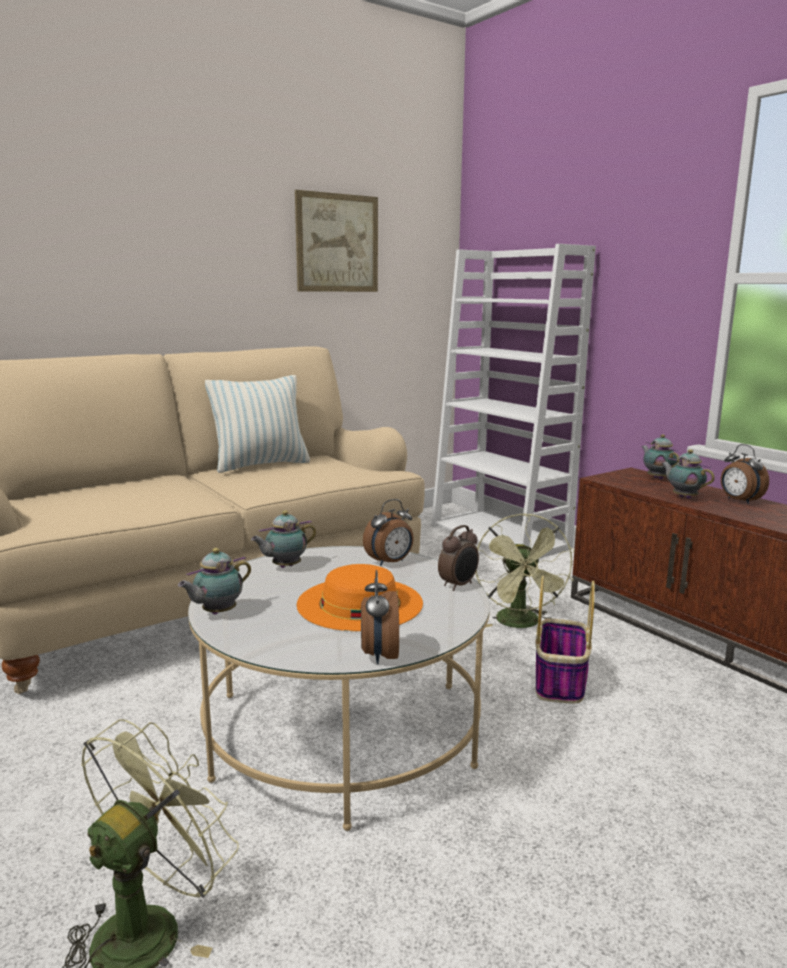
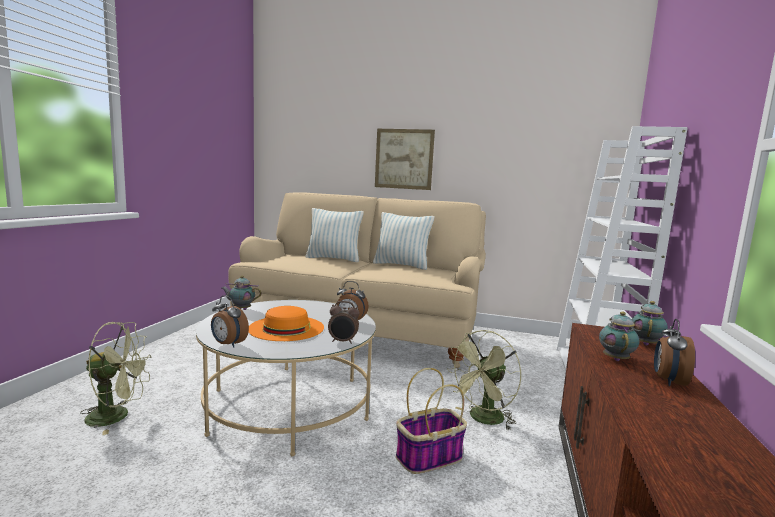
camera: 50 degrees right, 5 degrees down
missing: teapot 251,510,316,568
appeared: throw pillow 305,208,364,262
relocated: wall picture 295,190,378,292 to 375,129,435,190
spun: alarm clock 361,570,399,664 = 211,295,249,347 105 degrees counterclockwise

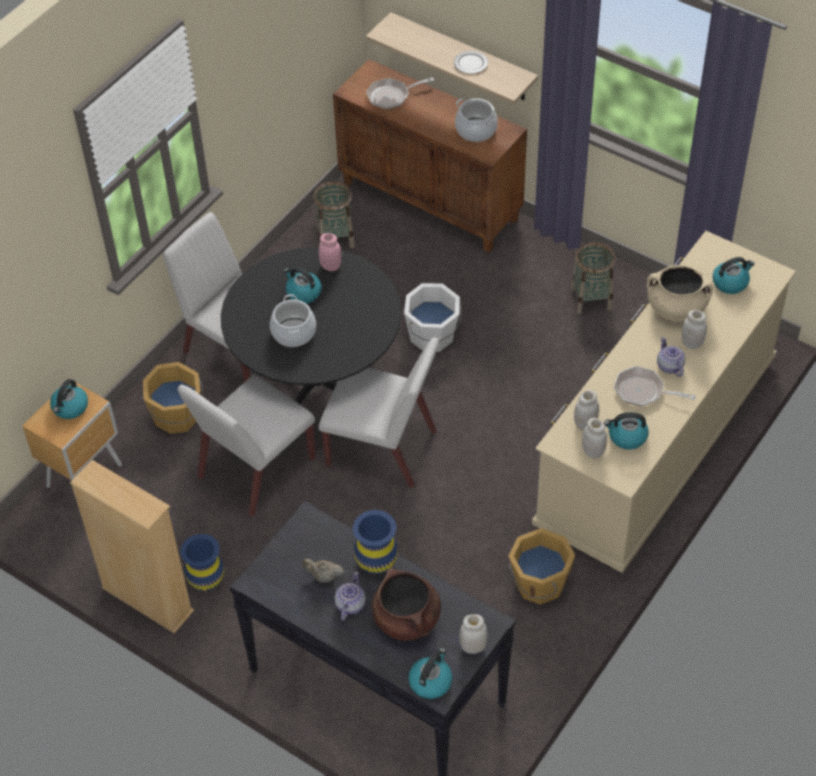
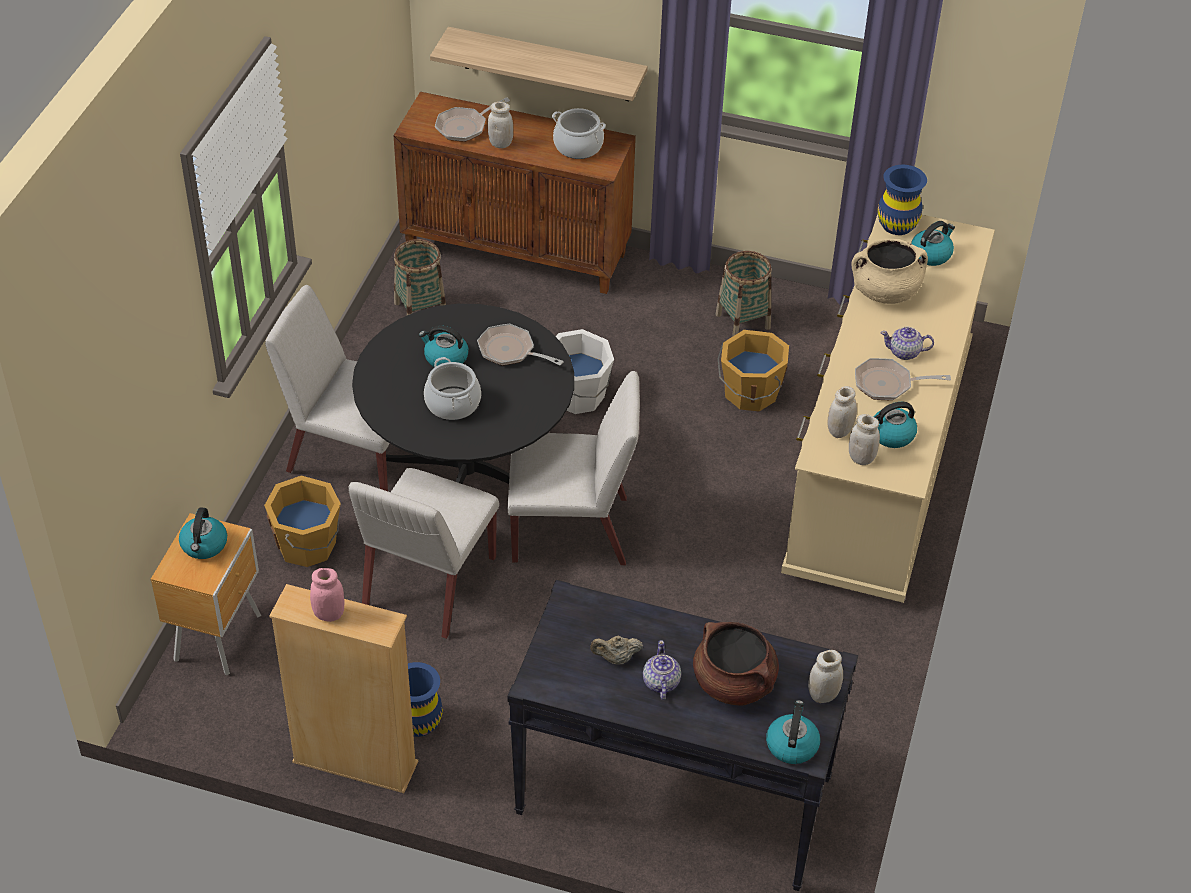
camera: 20 degrees left, 5 degrees down
missing: dinner plate 454,51,488,74
appeared: skillet 477,323,564,366
relocated: storage jar (pink) 319,233,341,271 to 310,568,344,622; flower vase (blue) 353,510,398,574 to 878,165,927,235; bucket (orangey) 508,528,575,605 to 718,330,789,411; storage jar (white) 682,310,707,349 to 488,102,513,148
spun: teapot 657,337,685,377 = 880,327,934,360 45 degrees counterclockwise

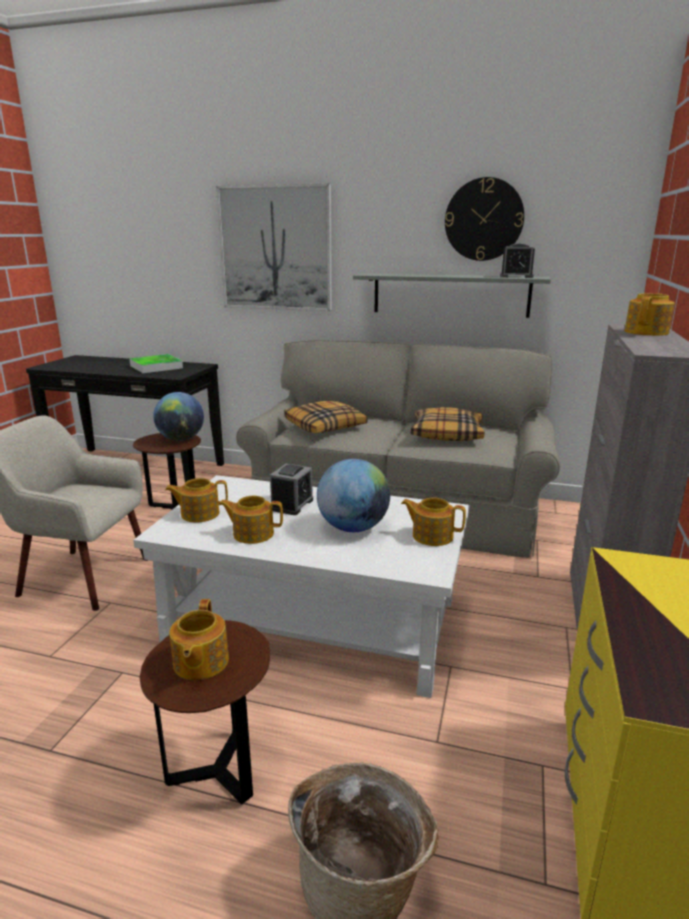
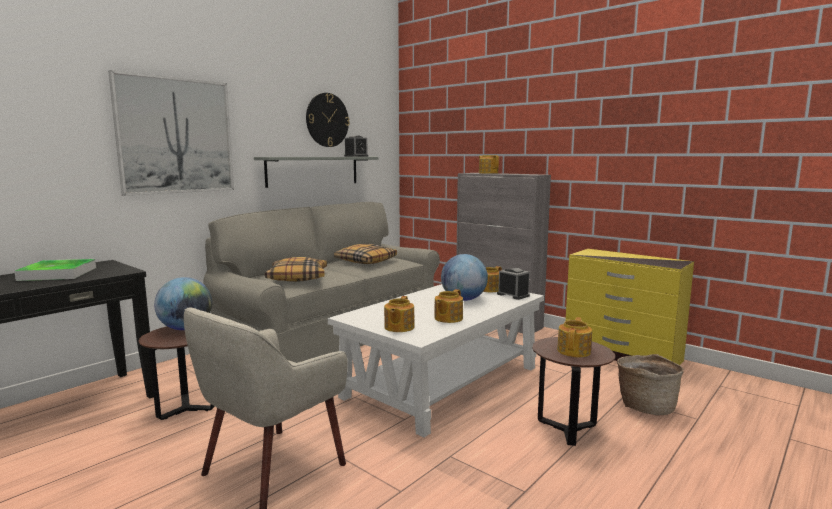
camera: 65 degrees left, 10 degrees down
relocated: alarm clock 270,464,313,515 to 497,268,530,300
spun: teapot 169,599,229,680 = 557,317,592,357 90 degrees counterclockwise

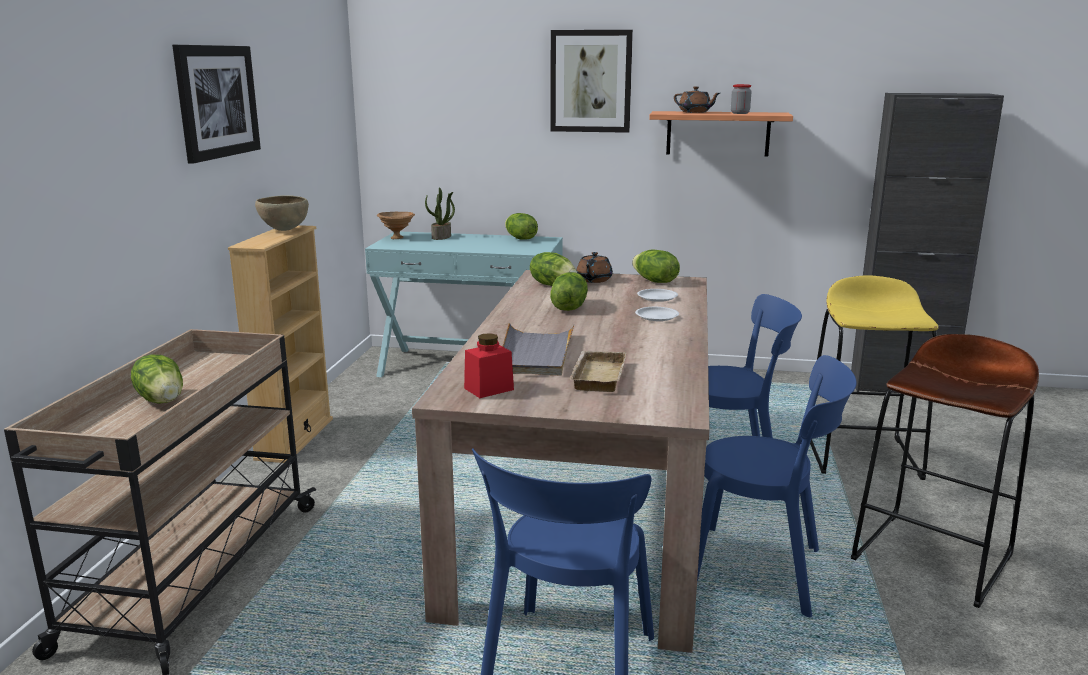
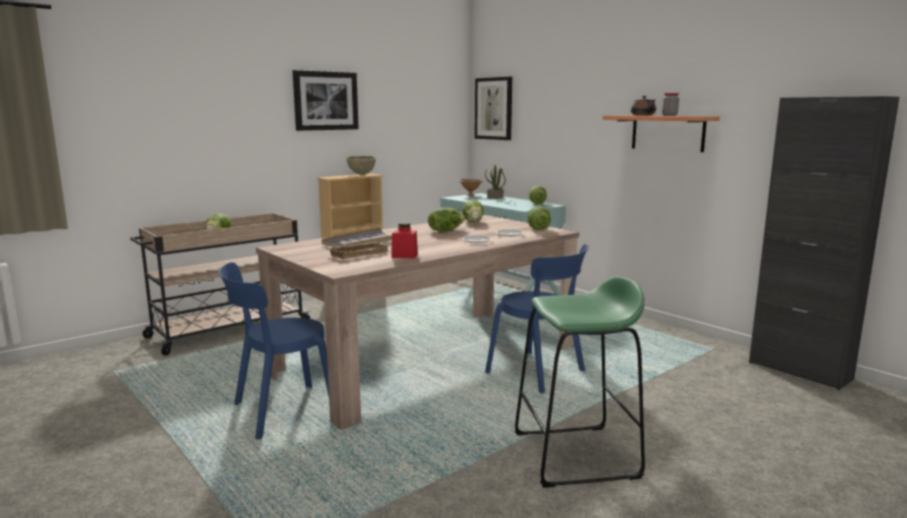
camera: 40 degrees right, 5 degrees down
missing: teapot (brown) 577,252,613,283; upright chair (blue) 697,355,857,617; stool seat (yellowish) 810,275,939,480
relocated: storage jar (reddish) 464,333,514,398 to 391,222,418,258; wall picture 550,30,633,133 to 475,77,512,140
colour: stool seat (brown) 851,334,1039,608 to stool seat (greenish) 515,277,645,488

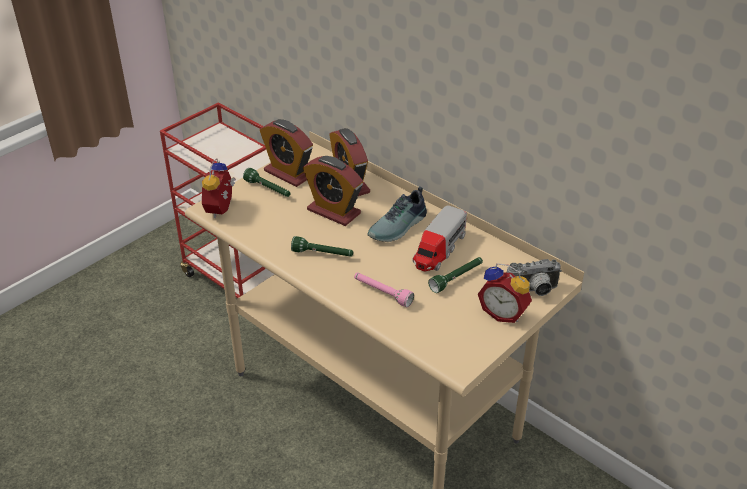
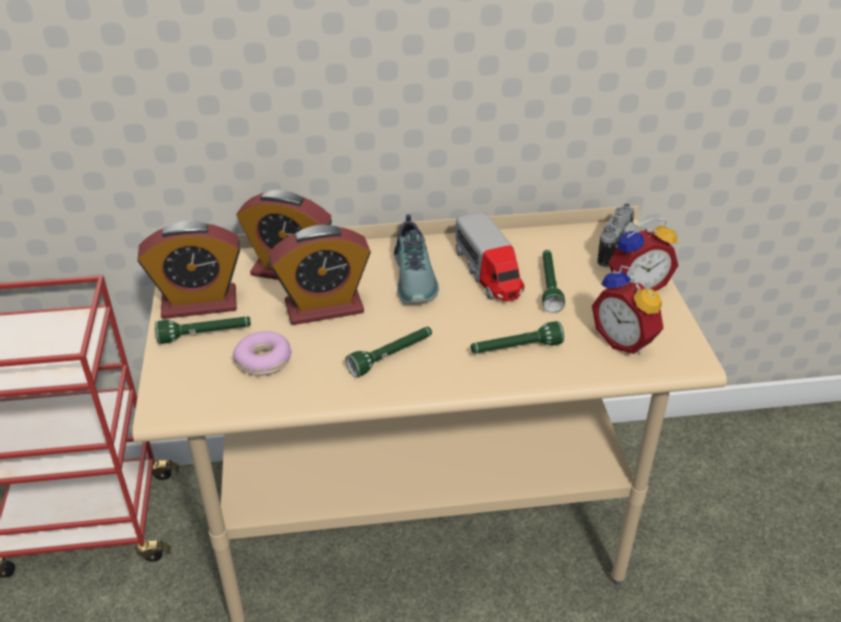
camera: 50 degrees left, 0 degrees up
appeared: doughnut 233,331,291,376
relocated: alarm clock 202,158,236,218 to 592,265,664,355
colour: hand torch (pink) 354,273,414,307 to hand torch (greenish) 471,321,564,353

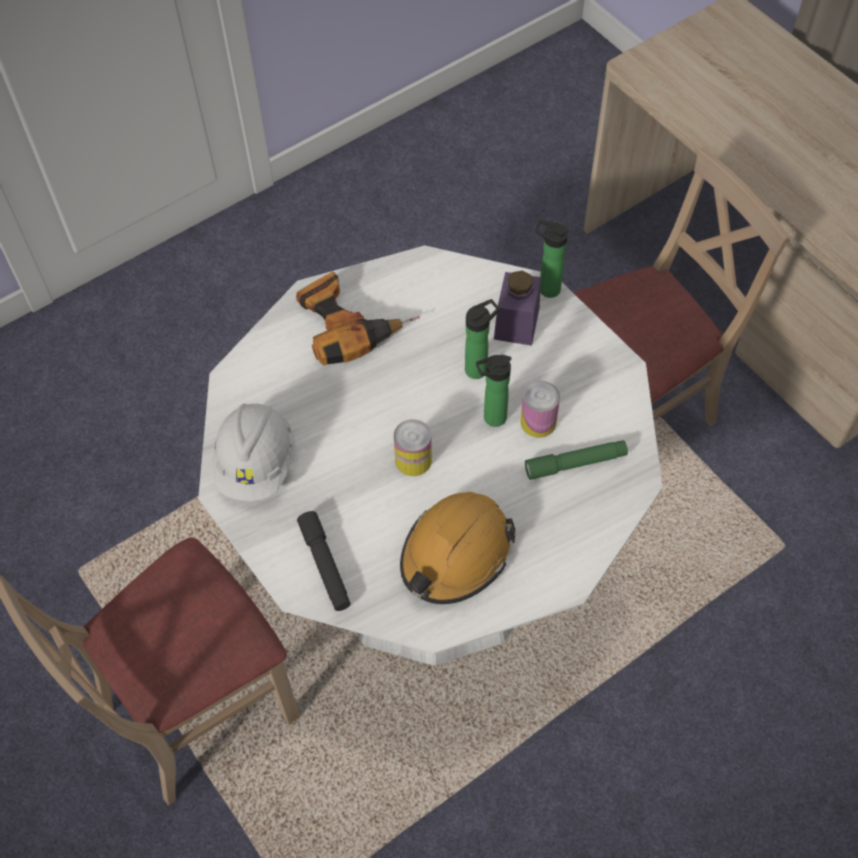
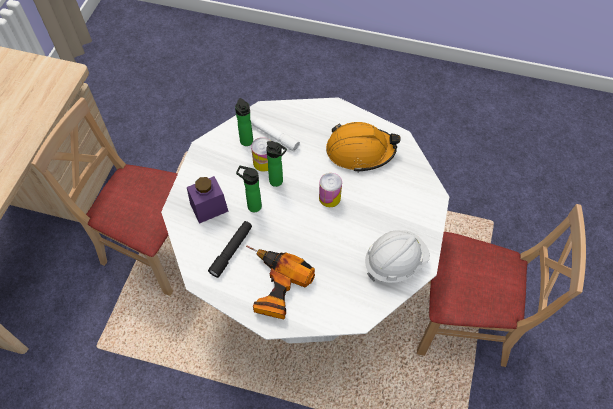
camera: 130 degrees left, 0 degrees up
relocated: hand torch (black-coloured) 297,511,351,611 to 208,221,252,278; drink bottle 535,220,569,298 to 235,98,253,146
colour: hand torch (greenish) 525,440,628,480 to hand torch (white) 250,116,300,152

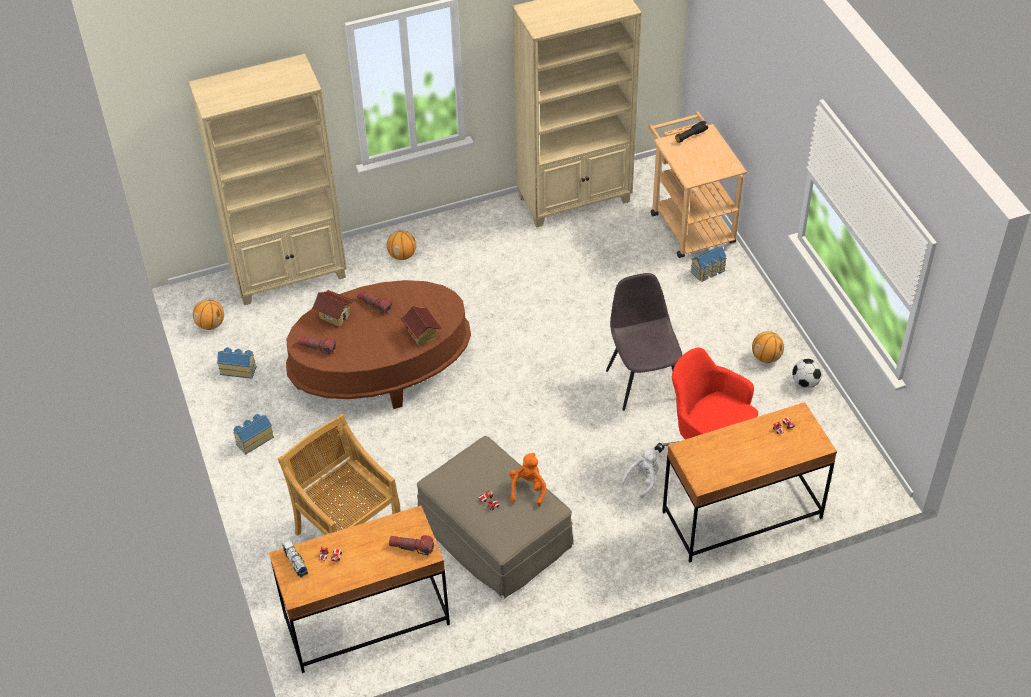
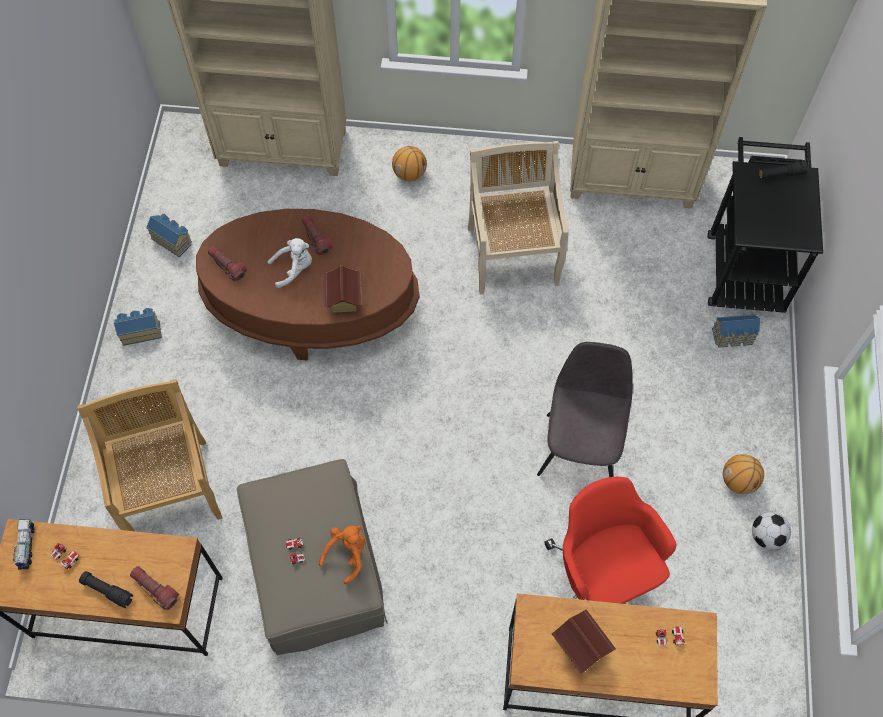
camera: 25 degrees right, 15 degrees up
missing: basketball 193,299,224,330
appeared: hand torch (black-coloured) 79,571,133,608; upright chair (beige-coloured) 468,141,569,294
relocated: miniature house 311,290,354,327 to 552,609,616,674; cuddly toy (white) 621,449,659,498 to 267,238,312,288
colour: trolley (beige-coloured) 648,112,747,258 to trolley (black-coloured) 707,137,823,313

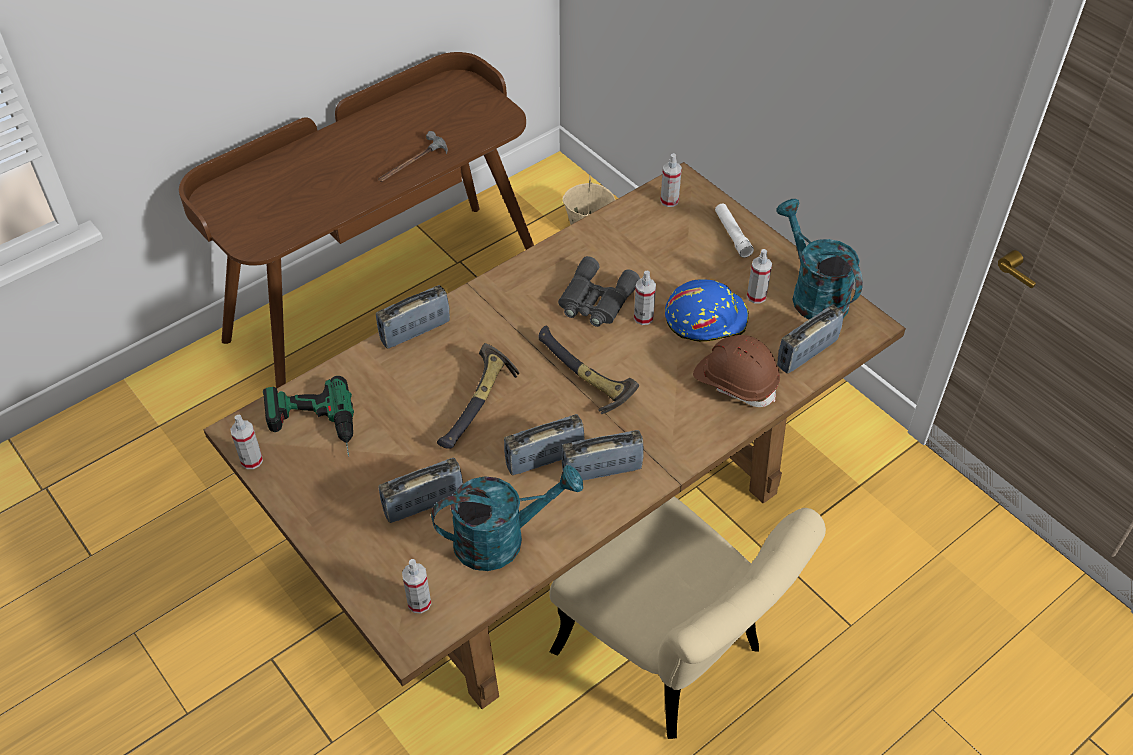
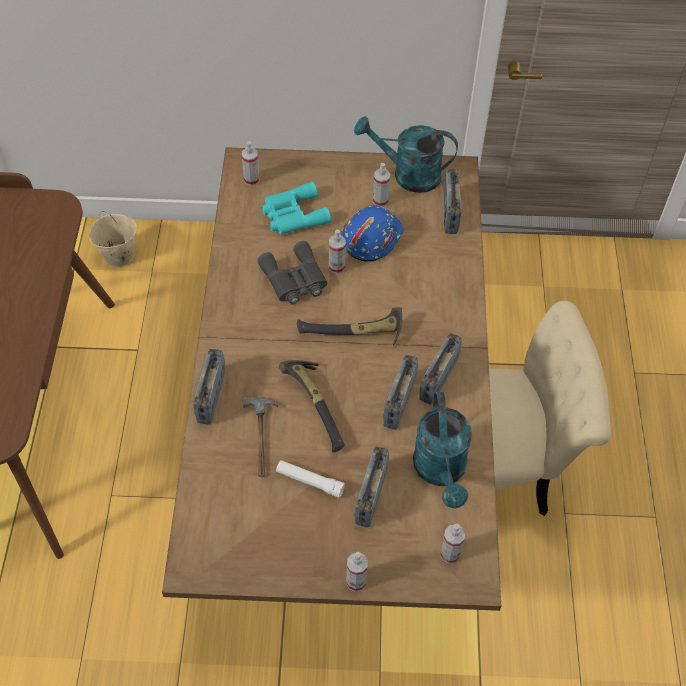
camera: 50 degrees left, 5 degrees up
missing: electric drill 263,376,354,457; work helmet (brown) 693,335,780,407
appeared: pair of binoculars (blue-green) 262,182,331,235
relocated: hand sprayer 230,415,263,469 to 346,552,368,592; hand hammer 378,131,448,182 to 242,397,278,478; hand torch (white) 715,204,754,258 to 276,460,345,498
spun: watering can (blue-green) 431,465,583,571 = 413,392,472,509 150 degrees clockwise

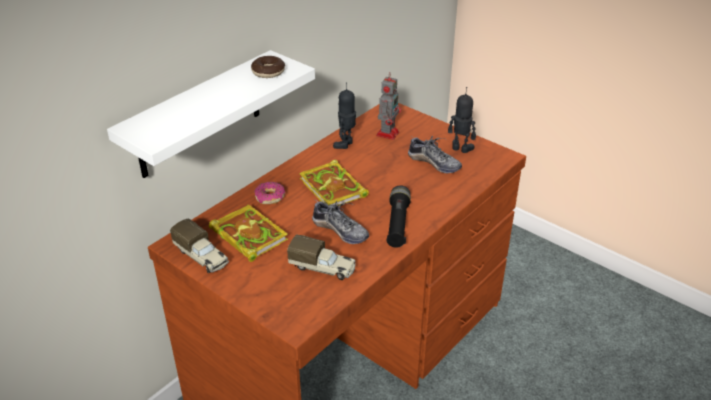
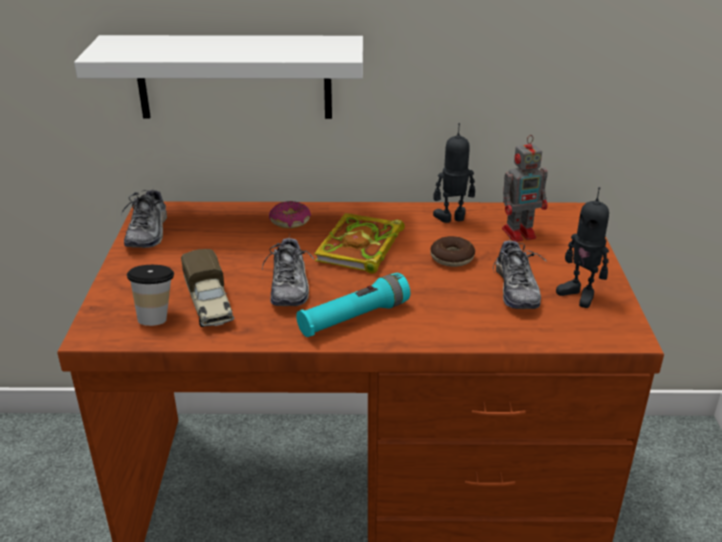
camera: 50 degrees right, 5 degrees down
missing: book 209,204,288,262
appeared: drinking cup 127,265,174,326
relocated: doughnut 251,56,285,78 to 430,236,475,267
exchanged: toy truck 170,219,229,273 to shoe 121,187,167,248
colour: hand torch (black-coloured) 387,185,411,248 to hand torch (blue-green) 296,273,410,337
spun: model robot 448,87,476,153 = 556,187,609,308 150 degrees clockwise

